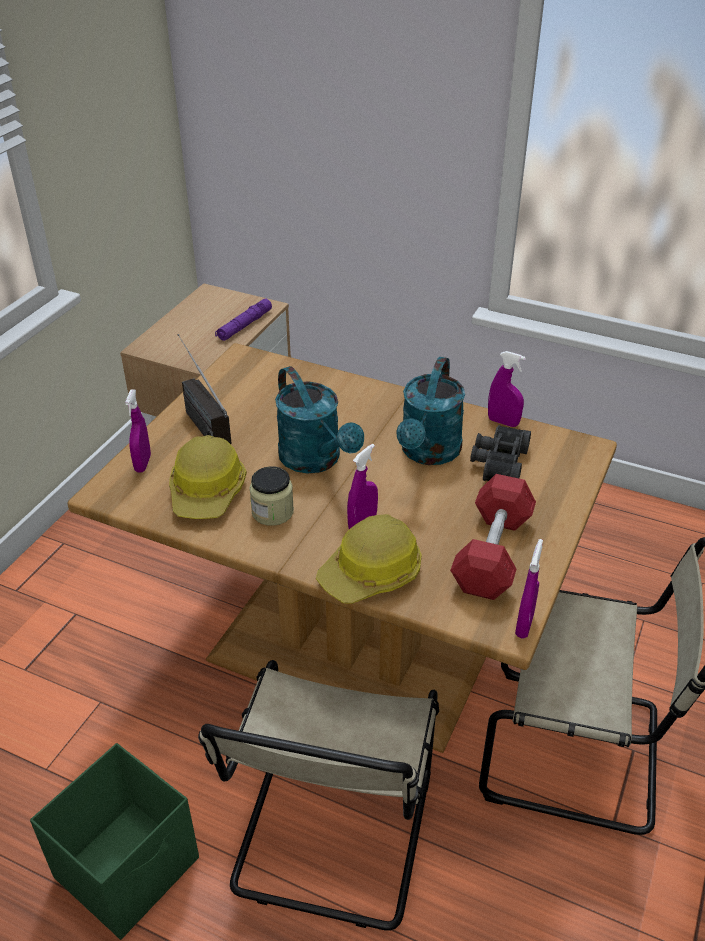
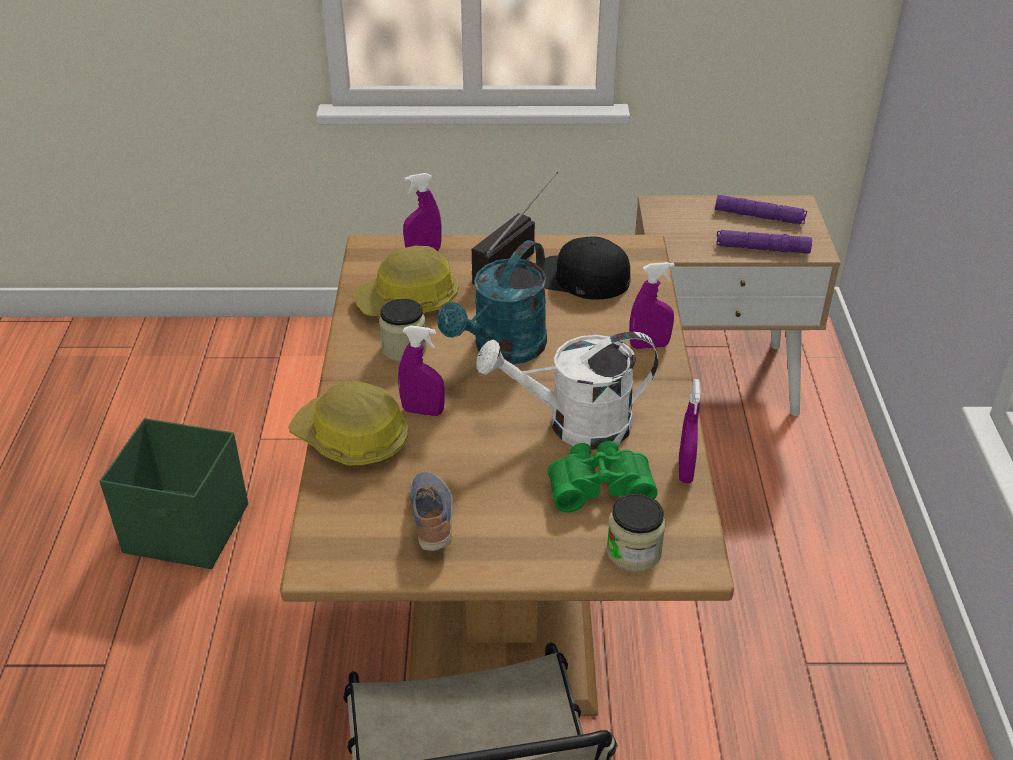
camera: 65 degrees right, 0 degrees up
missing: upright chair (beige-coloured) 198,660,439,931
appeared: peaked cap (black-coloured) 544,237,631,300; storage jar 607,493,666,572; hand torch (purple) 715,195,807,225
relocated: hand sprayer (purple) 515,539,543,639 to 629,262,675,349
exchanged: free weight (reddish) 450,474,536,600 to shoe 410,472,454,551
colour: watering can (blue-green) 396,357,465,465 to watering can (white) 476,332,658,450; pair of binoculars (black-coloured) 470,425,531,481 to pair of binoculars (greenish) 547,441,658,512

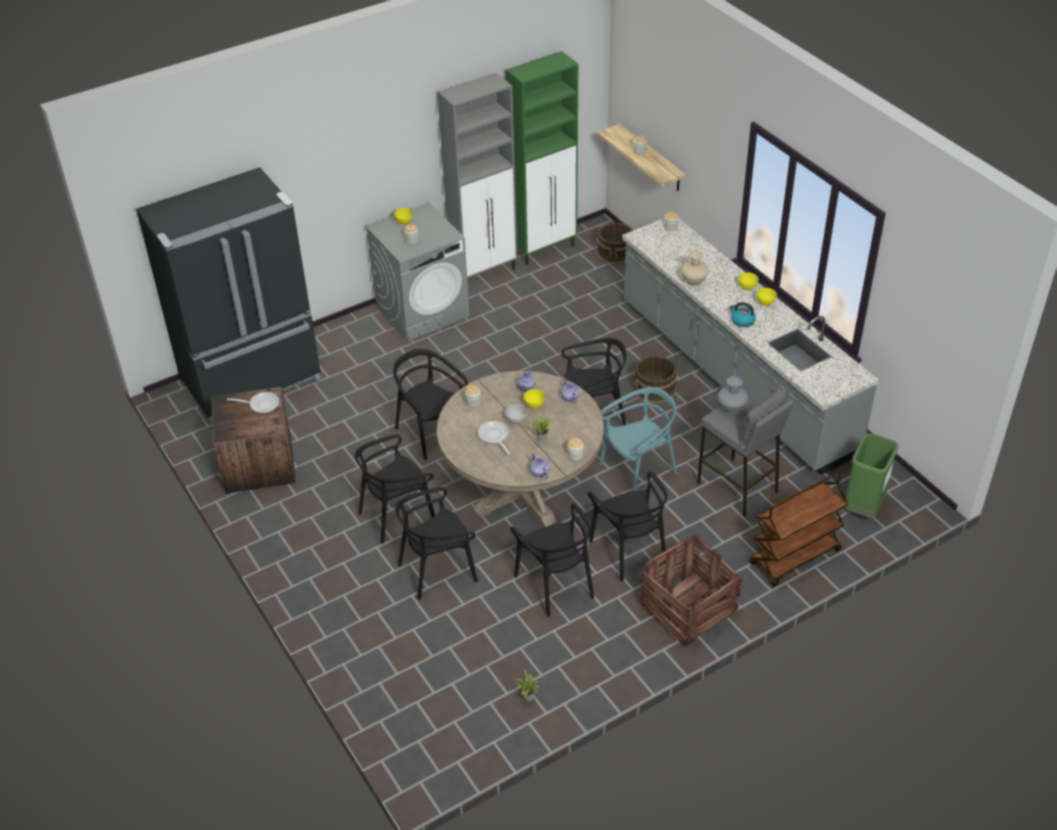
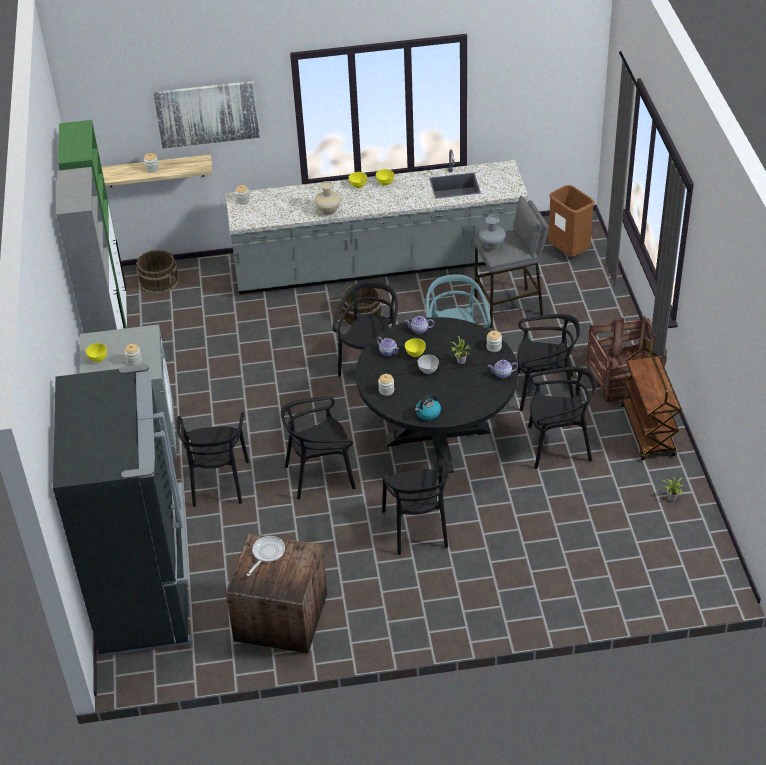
camera: 65 degrees left, 0 degrees up
missing: skillet 478,421,510,455
appeared: wall picture 153,81,260,149
relocated: upright chair (black-coloured) 395,487,478,600 to 176,412,249,507; kettle 729,302,756,327 to 415,393,441,420; trolley (brown) 749,472,848,587 to 621,338,681,460
colour: dining table (beige-coloured) 437,371,604,527 to dining table (black-coloured) 356,317,518,473; rubbish bin (greenish) 844,433,899,518 to rubbish bin (brown) 548,185,595,257

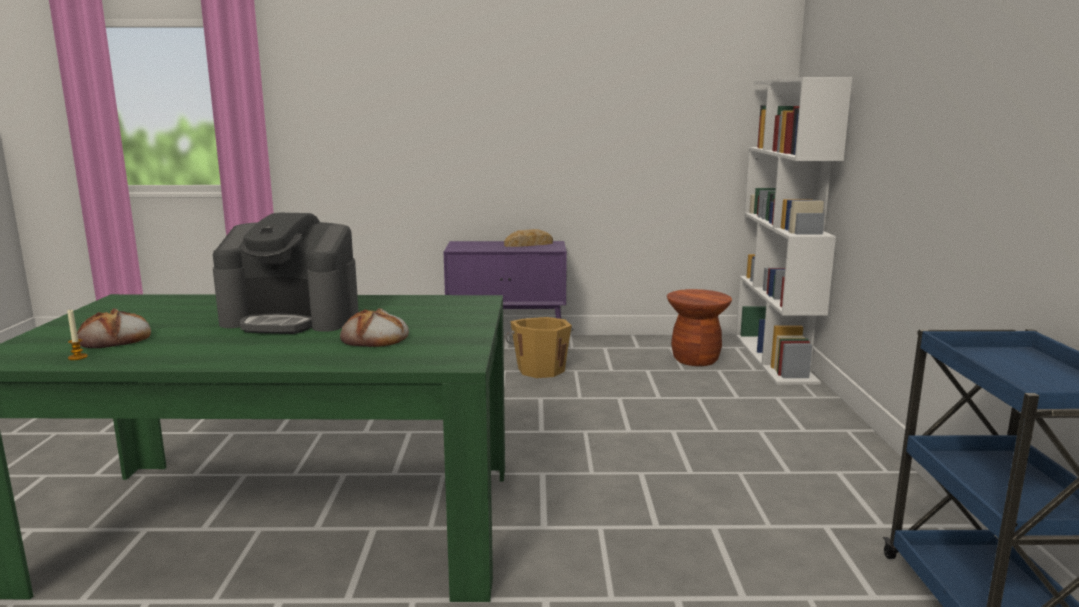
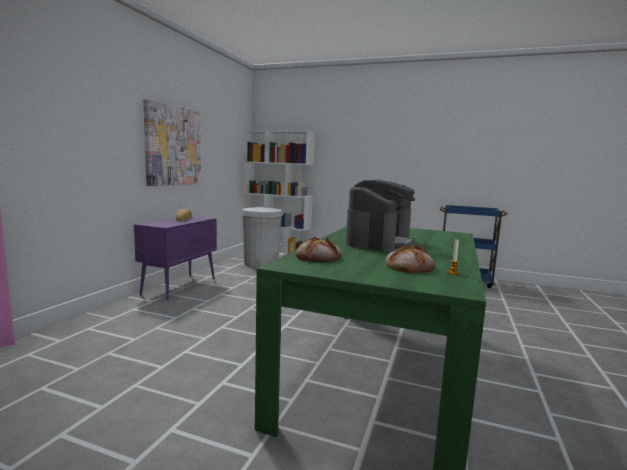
camera: 70 degrees left, 5 degrees down
missing: bucket (orangey) 506,317,573,378
appeared: wall picture 143,99,201,186
relocated: bread 340,308,409,347 to 296,237,341,262
exchanged: stool seat (brown) 667,289,732,366 to rubbish bin (white) 241,207,283,268

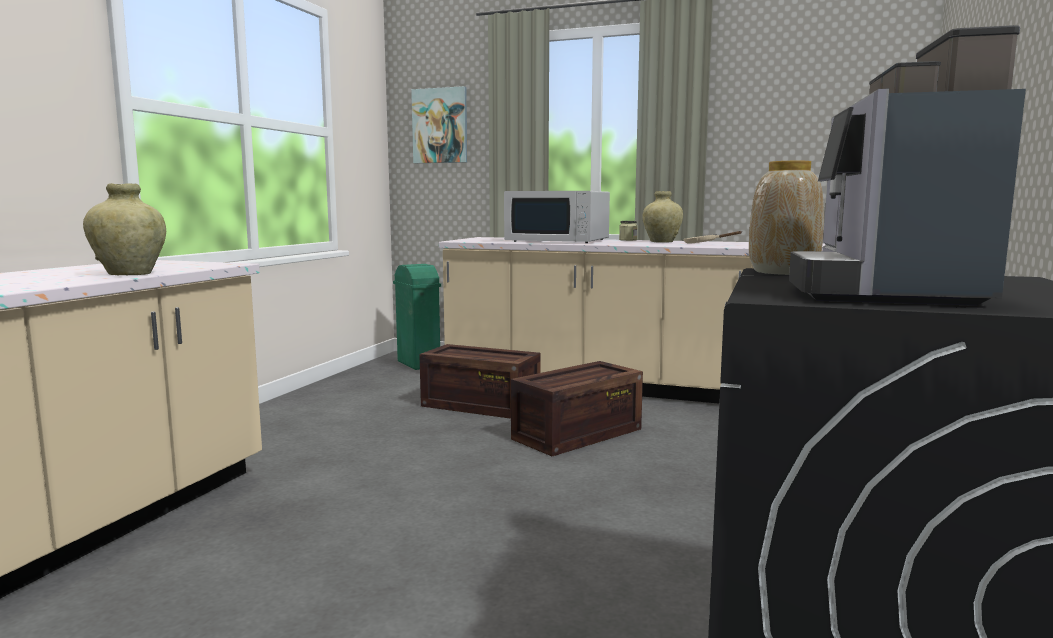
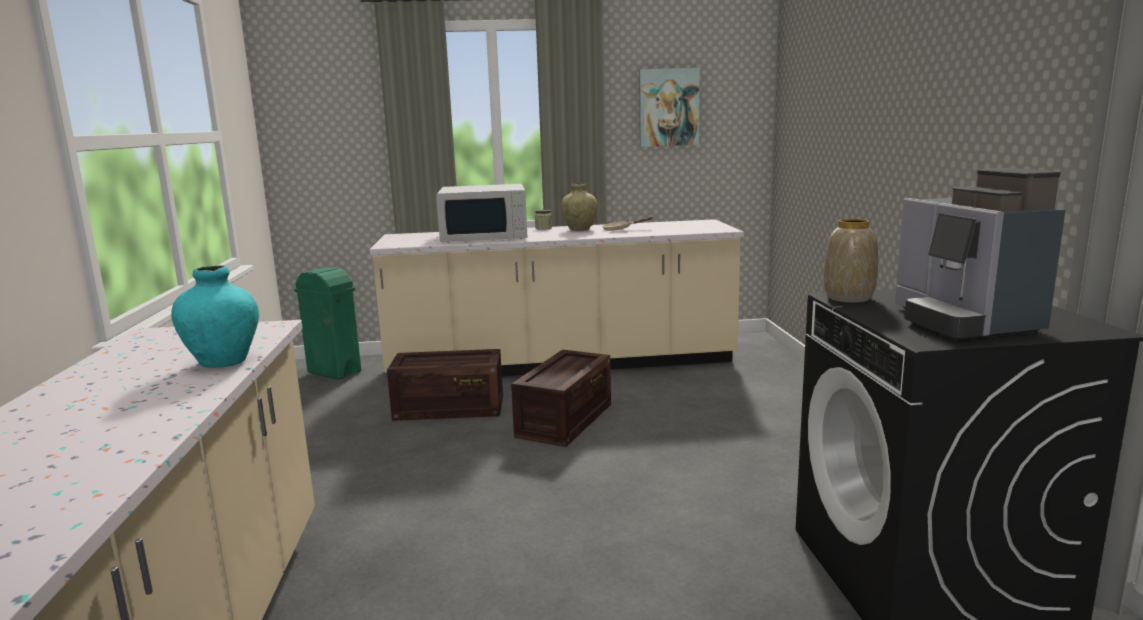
camera: 25 degrees left, 5 degrees up
relocated: wall picture 411,86,467,163 to 639,68,700,147
colour: flower vase (beige-coloured) 83,183,166,275 to flower vase (blue-green) 171,265,259,368

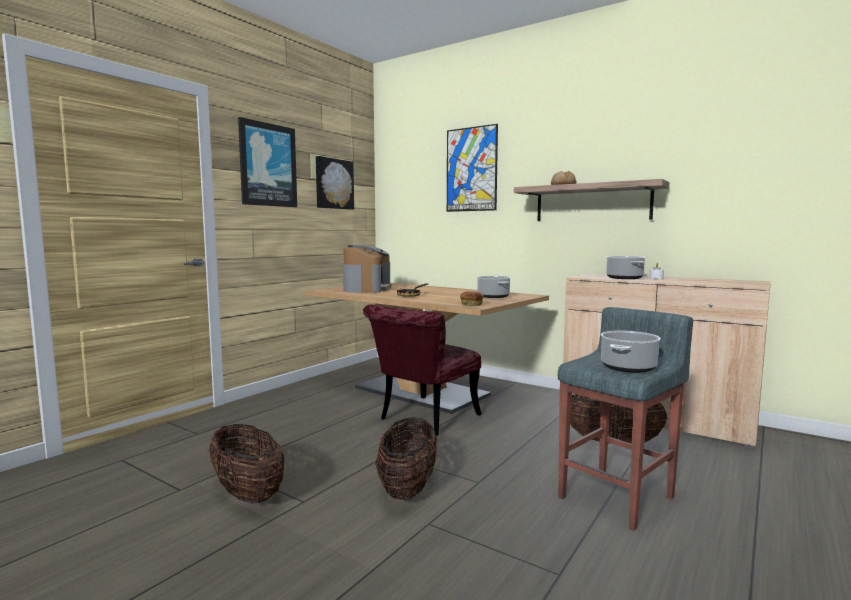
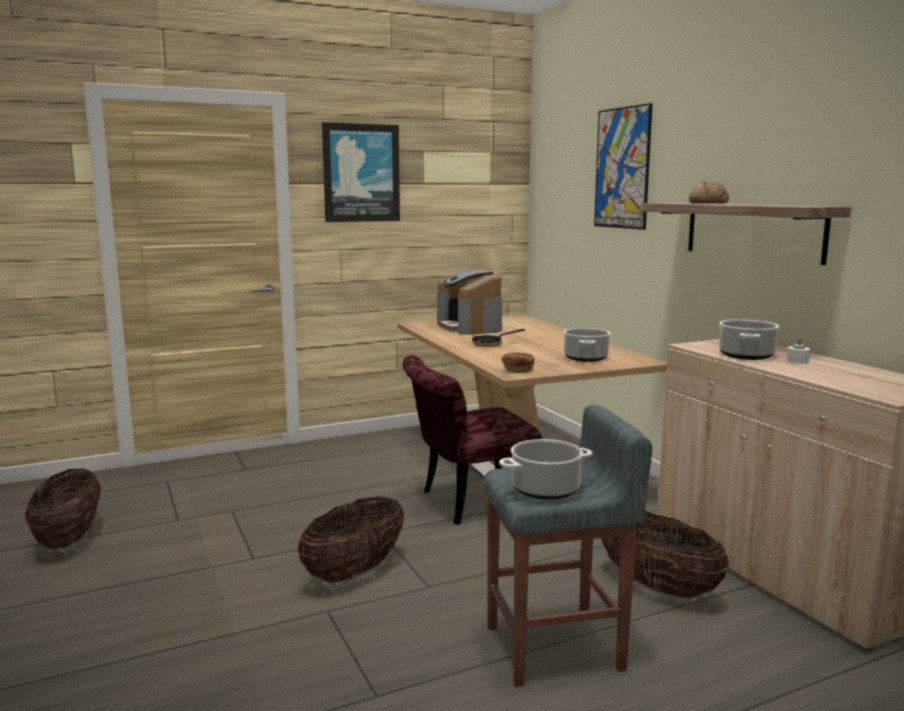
camera: 30 degrees right, 5 degrees up
missing: wall picture 316,156,354,210
relocated: storage basket 209,424,285,503 to 25,468,101,549
spun: coffee brewer 343,245,392,293 = 437,270,502,335 120 degrees clockwise

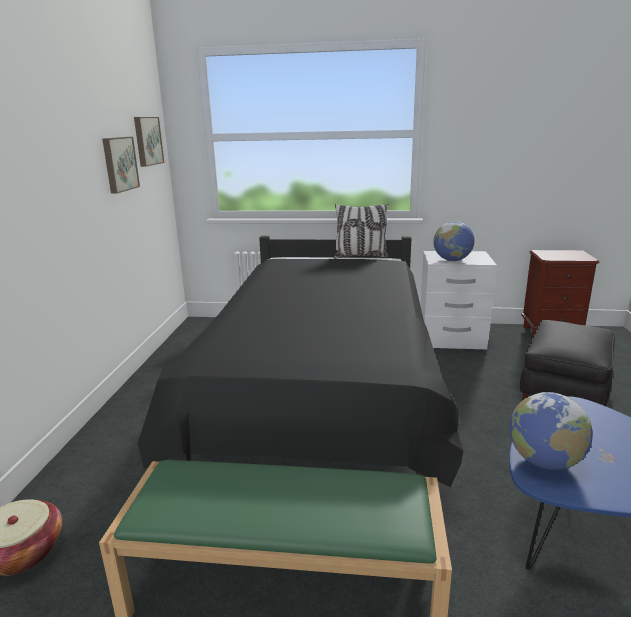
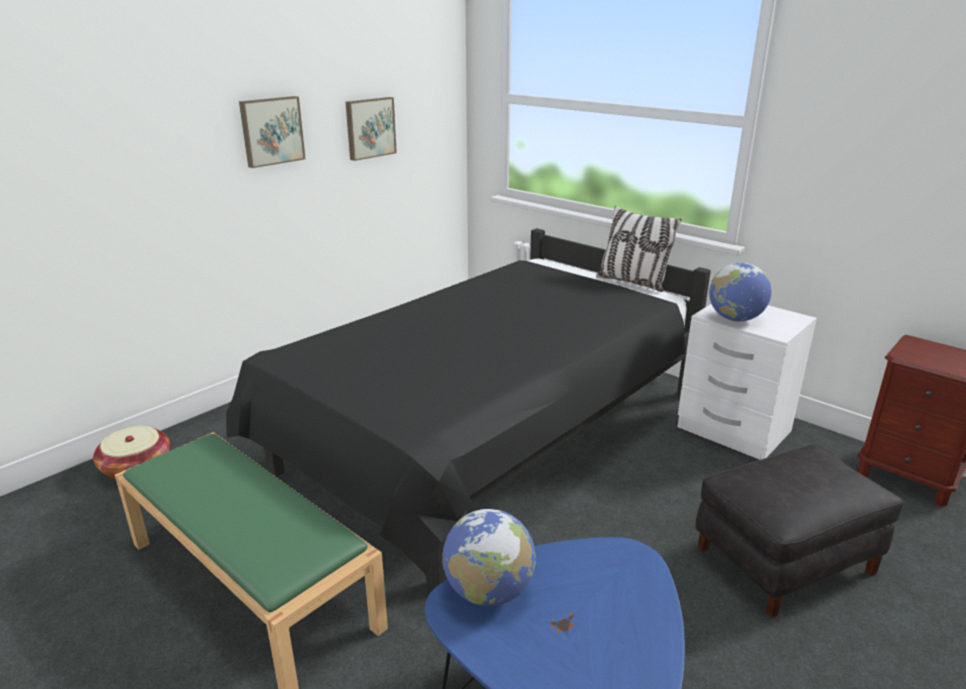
camera: 35 degrees right, 5 degrees up
relocated: wall picture 134,117,164,167 to 239,96,306,168

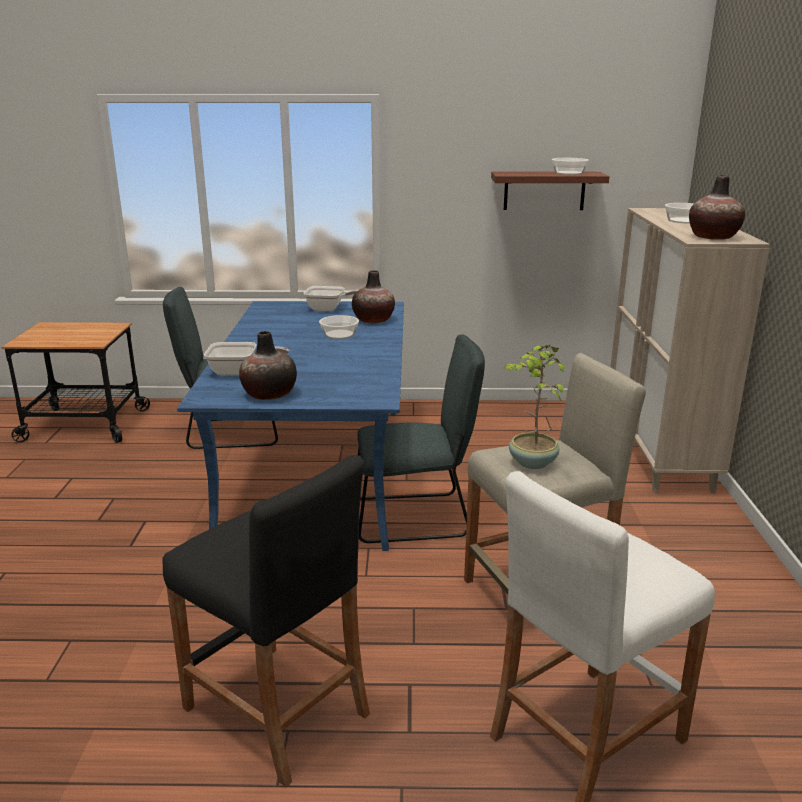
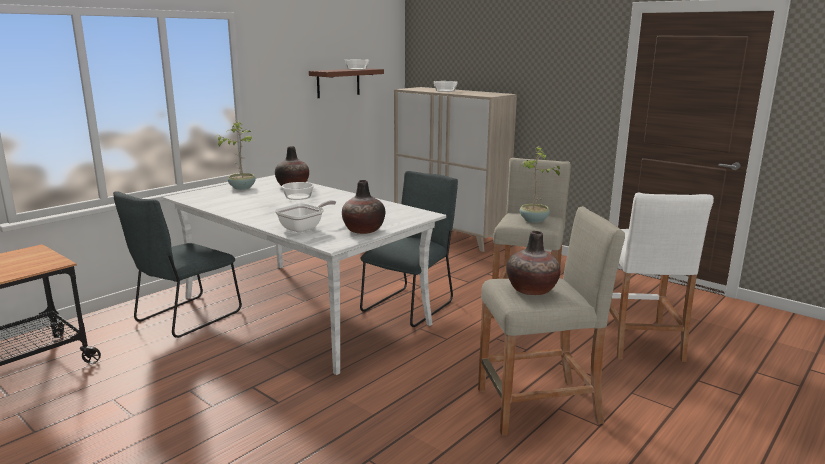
camera: 50 degrees left, 5 degrees down
relocated: flower vase 689,175,745,240 to 506,231,560,295
exchanged: skillet 303,286,359,311 to houseplant 215,121,256,190
colour: stool seat (black-coloured) 162,455,370,787 to stool seat (beige-coloured) 478,206,625,436; dining table (blue) 177,301,404,551 to dining table (white) 163,175,446,375

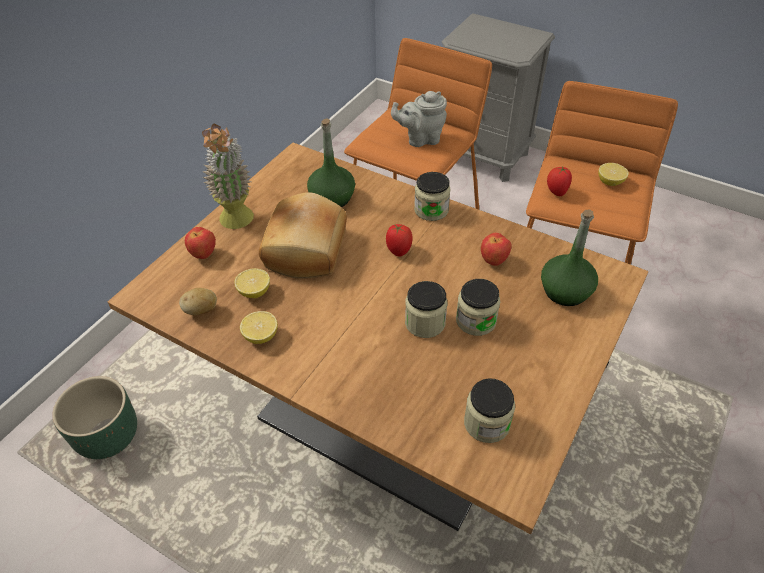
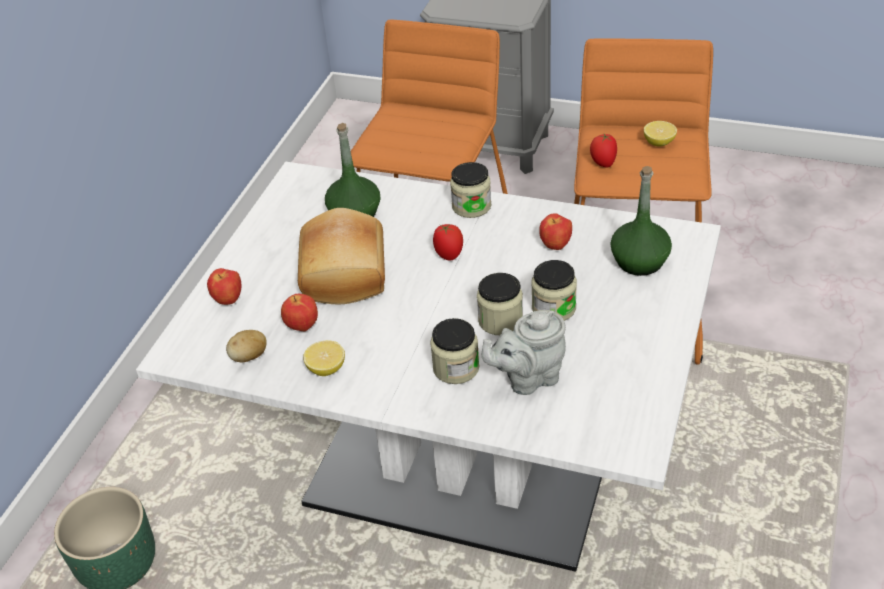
camera: 10 degrees left, 5 degrees down
missing: houseplant 202,123,254,229
relocated: teapot (gray) 391,91,447,147 to 482,310,566,395; storage jar 464,378,515,443 to 430,318,479,384
exchanged: citrus fruit 234,268,270,298 to apple fruit 281,294,318,331
colour: dining table (brown) 108,143,649,534 to dining table (white) 136,162,721,572

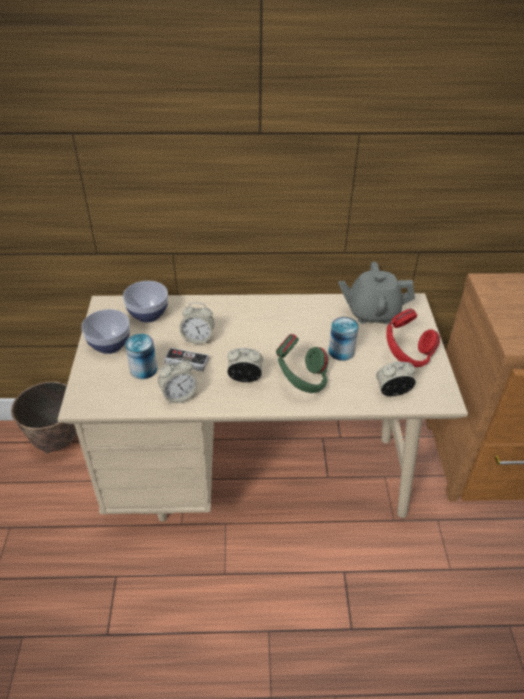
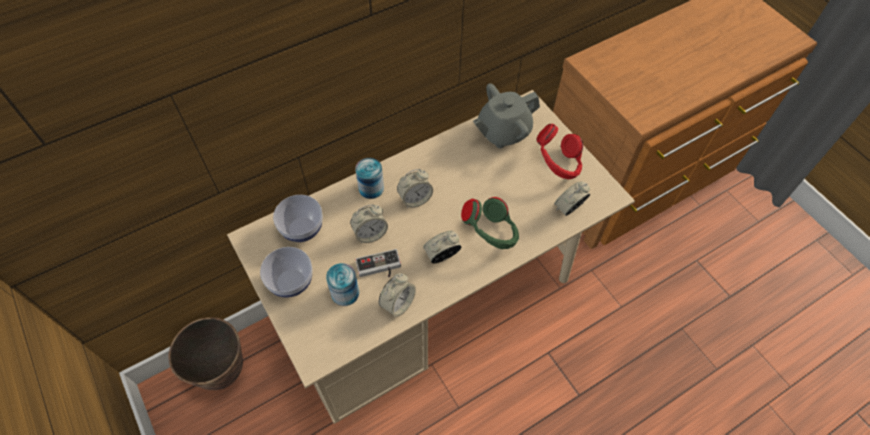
camera: 30 degrees left, 15 degrees up
appeared: alarm clock 397,169,433,208
relocated: sealed can 328,317,359,361 to 355,158,384,199

